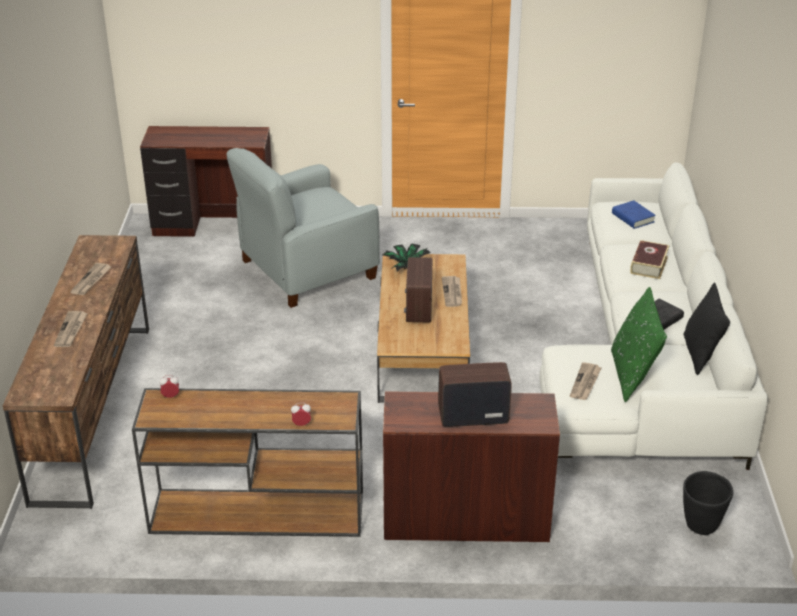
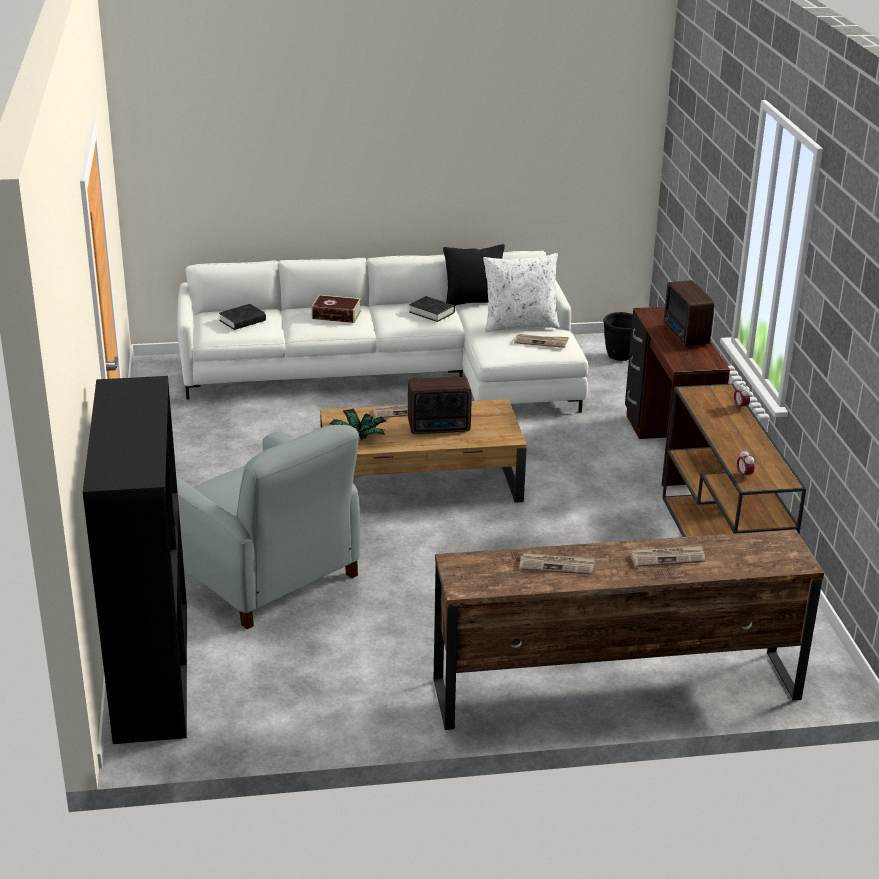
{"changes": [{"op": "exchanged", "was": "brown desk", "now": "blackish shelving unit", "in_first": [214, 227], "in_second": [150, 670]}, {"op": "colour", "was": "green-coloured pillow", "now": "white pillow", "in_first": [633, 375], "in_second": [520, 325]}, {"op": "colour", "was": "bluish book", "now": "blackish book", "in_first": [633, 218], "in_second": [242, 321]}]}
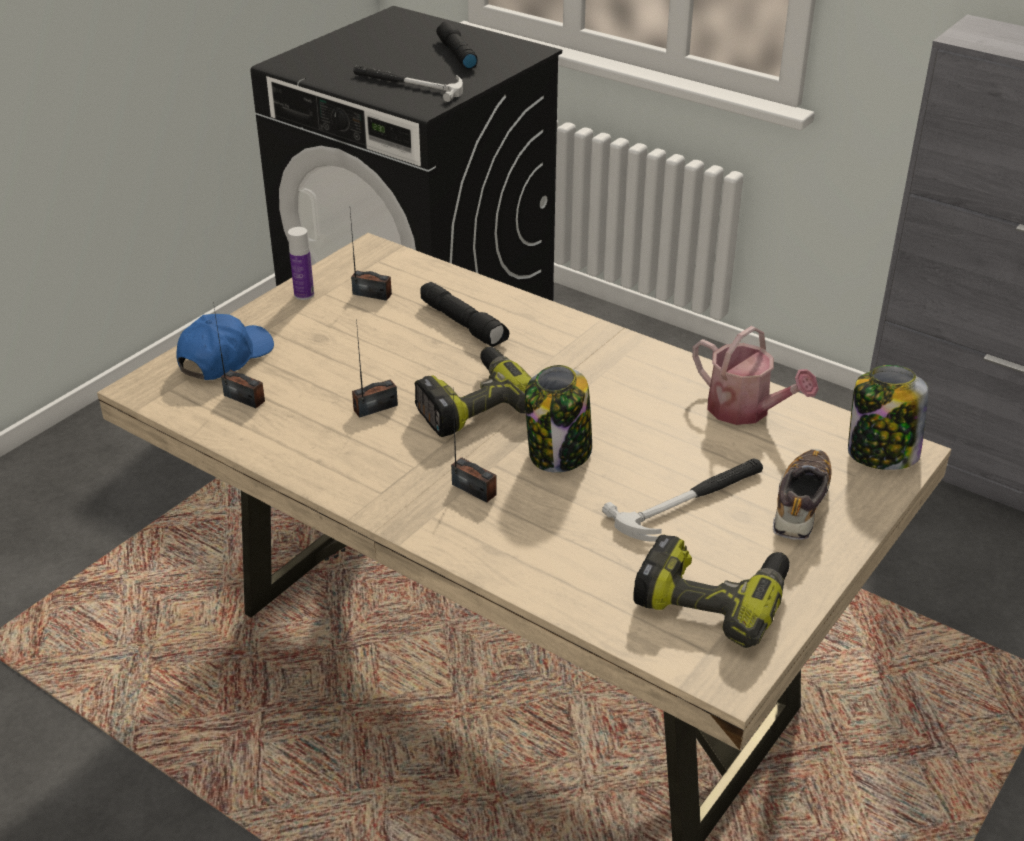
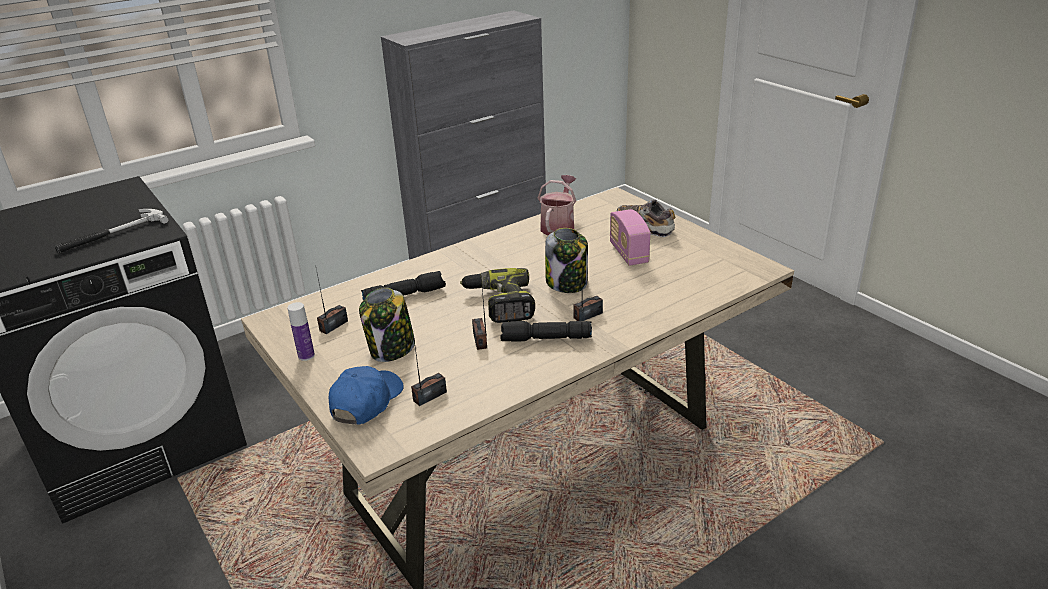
{"changes": [{"op": "spun", "was": "bluish baseball cap", "in_first": [225, 358], "in_second": [366, 402], "clockwise": 60}, {"op": "relocated", "was": "blackish flashlight", "in_first": [456, 54], "in_second": [545, 339]}, {"op": "exchanged", "was": "hand hammer", "now": "radio receiver", "in_first": [690, 501], "in_second": [628, 253]}, {"op": "missing", "was": "electric drill", "in_first": [713, 598]}, {"op": "spun", "was": "sprinkling can", "in_first": [746, 411], "in_second": [559, 225], "clockwise": -45}, {"op": "relocated", "was": "storage jar", "in_first": [880, 454], "in_second": [391, 349]}]}
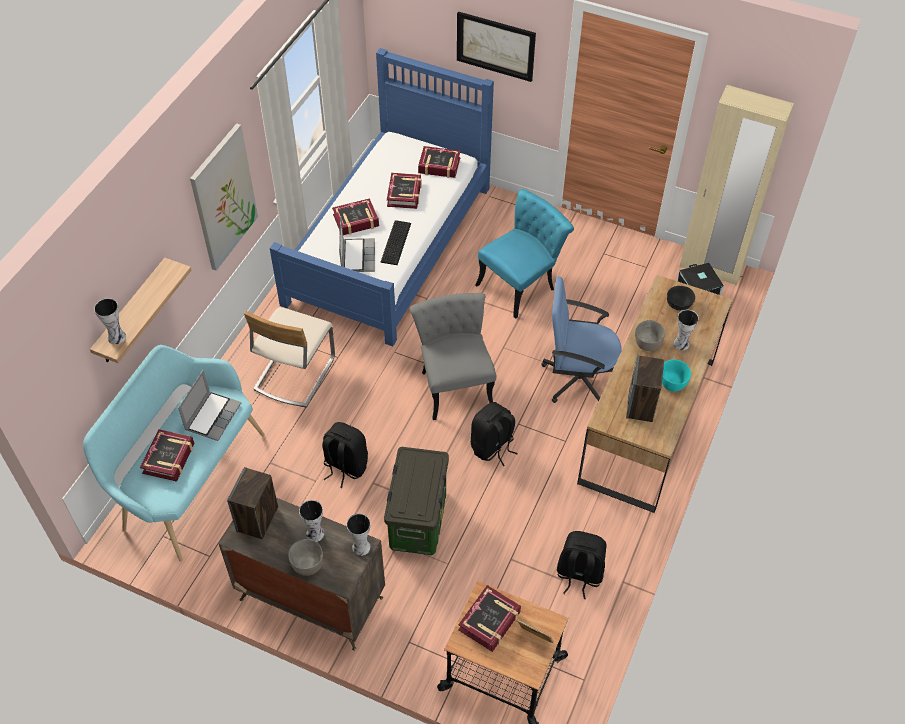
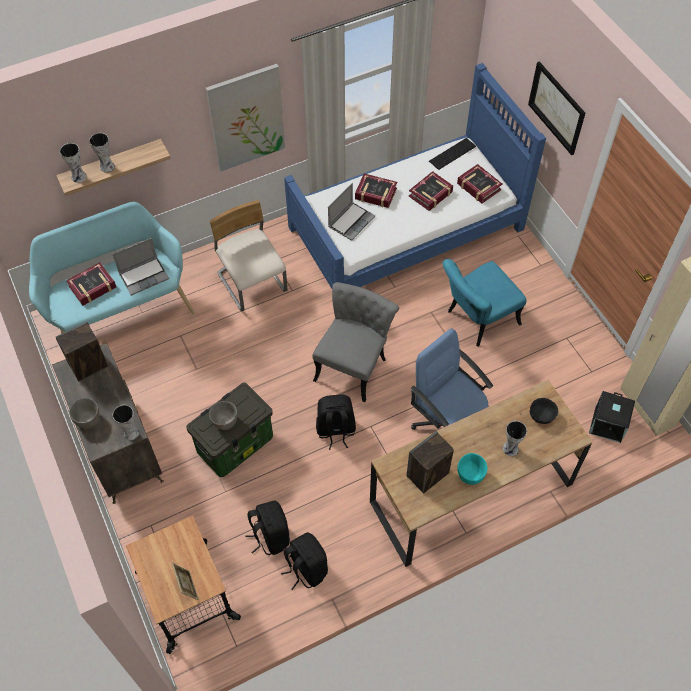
{"changes": [{"op": "spun", "was": "sand-coloured plain chair", "in_first": [294, 373], "in_second": [252, 283], "clockwise": 90}, {"op": "relocated", "was": "decorative vase", "in_first": [316, 534], "in_second": [107, 167]}, {"op": "relocated", "was": "blackish rucksack", "in_first": [345, 466], "in_second": [270, 536]}, {"op": "relocated", "was": "computer keyboard", "in_first": [397, 242], "in_second": [453, 154]}, {"op": "missing", "was": "book", "in_first": [490, 621]}, {"op": "spun", "was": "blue-green plain chair", "in_first": [521, 283], "in_second": [477, 320], "clockwise": 150}, {"op": "relocated", "was": "gray serving bowl", "in_first": [647, 344], "in_second": [224, 421]}]}
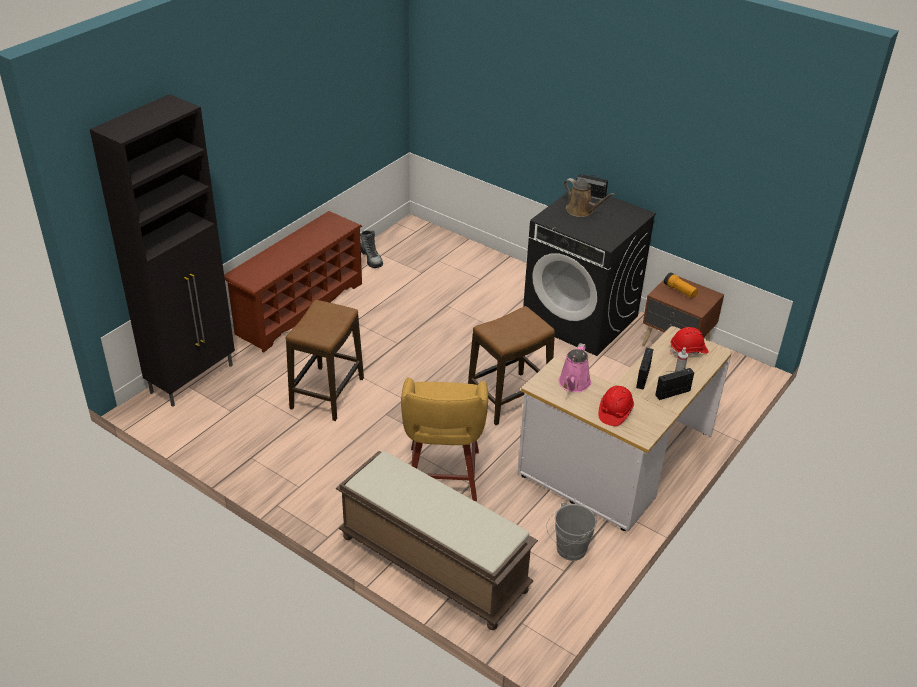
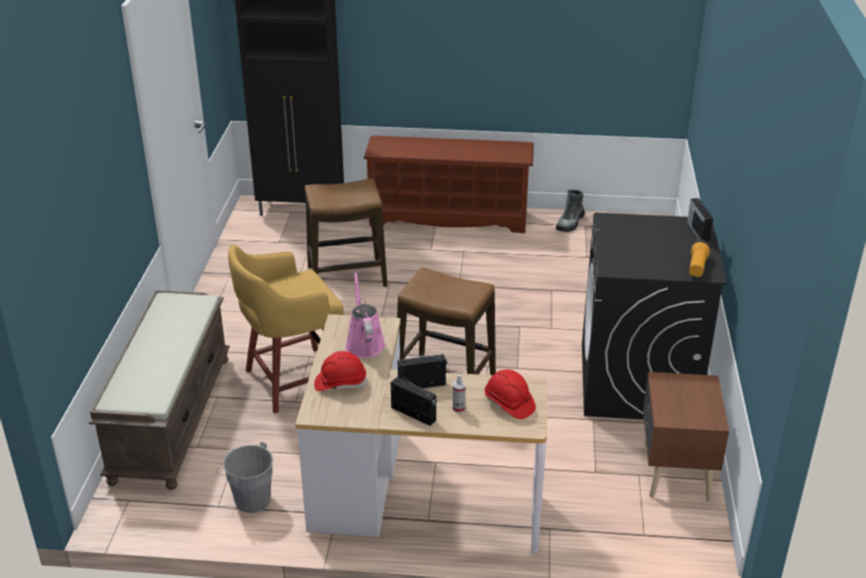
{"changes": [{"op": "spun", "was": "pink-coloured sprinkling can", "in_first": [573, 384], "in_second": [364, 343], "clockwise": 90}, {"op": "missing", "was": "brown sprinkling can", "in_first": [582, 211]}, {"op": "relocated", "was": "flashlight", "in_first": [680, 291], "in_second": [697, 266]}]}
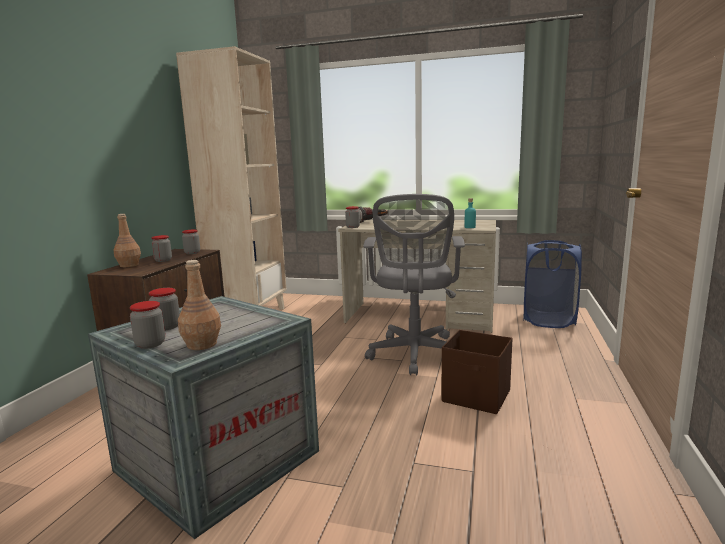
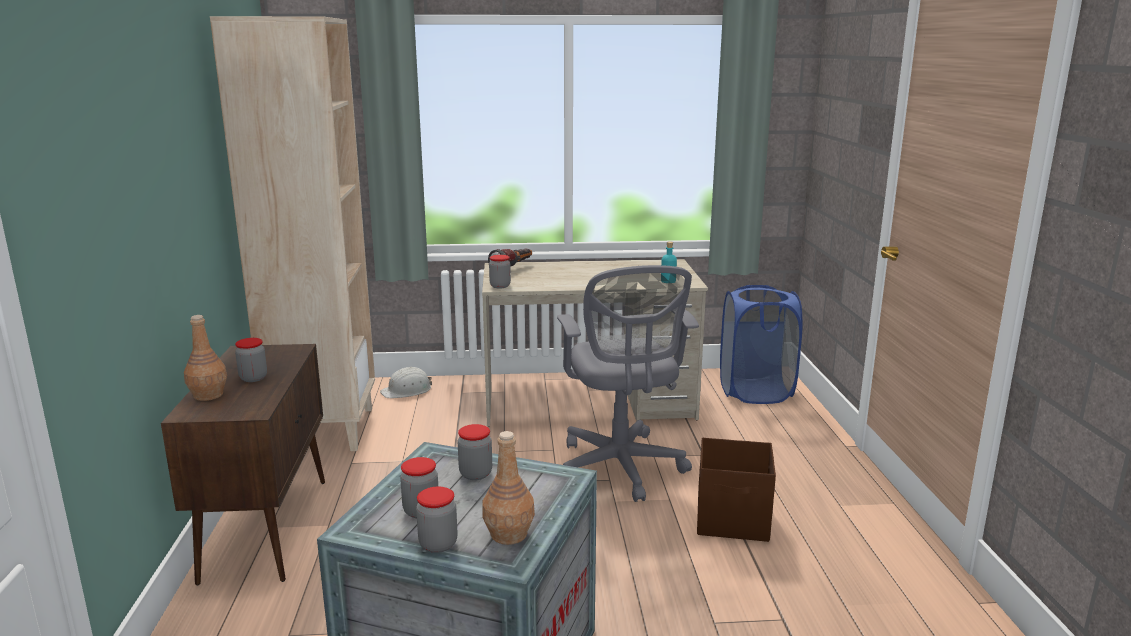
{"changes": [{"op": "relocated", "was": "storage jar", "in_first": [192, 253], "in_second": [475, 474]}, {"op": "appeared", "now": "white work helmet", "in_second": [407, 390]}]}
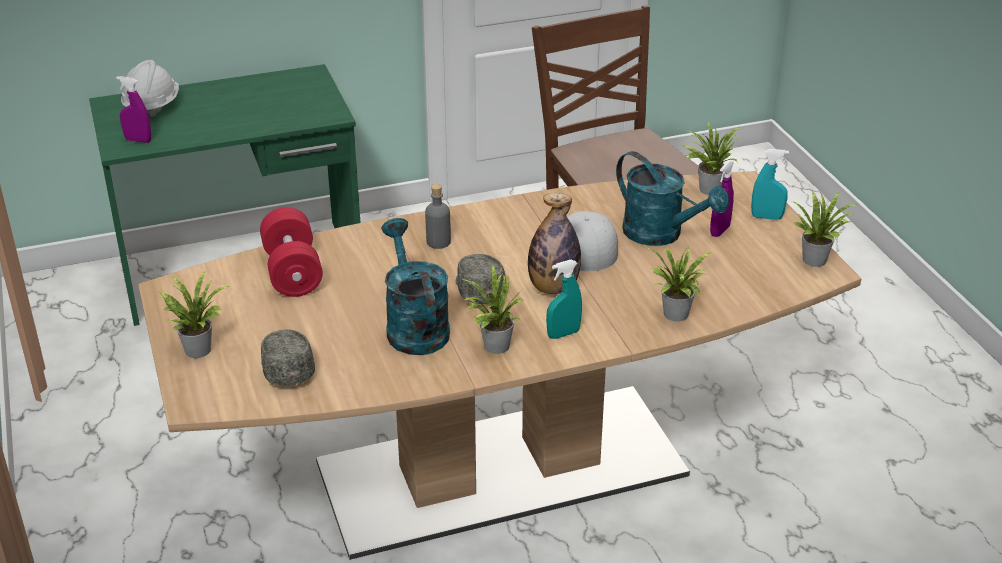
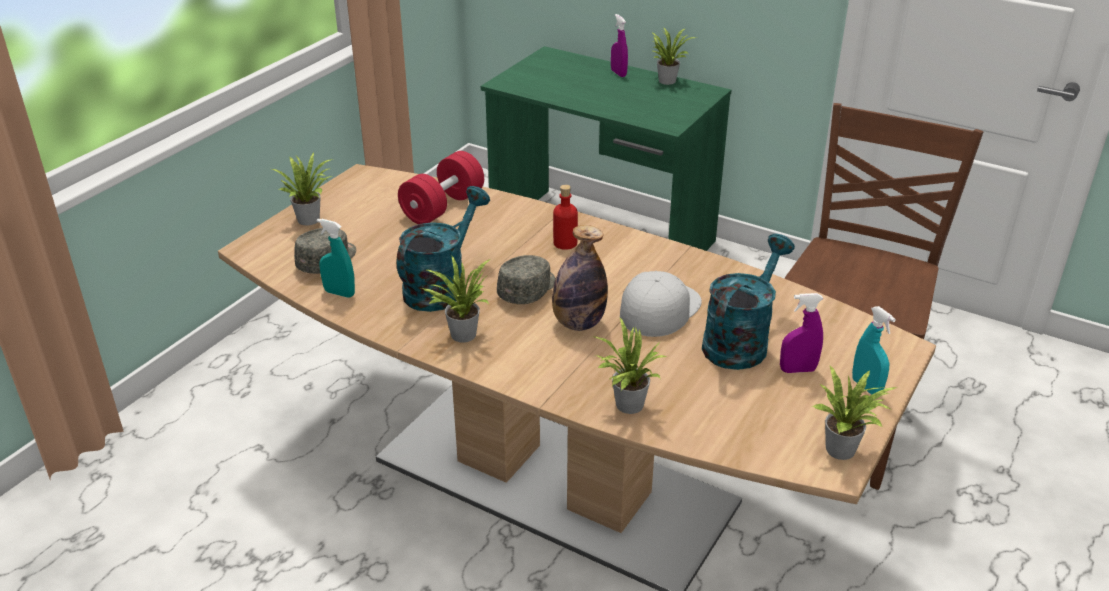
{"changes": [{"op": "relocated", "was": "purple spray bottle", "in_first": [138, 140], "in_second": [618, 73]}, {"op": "missing", "was": "white work helmet", "in_first": [152, 107]}, {"op": "colour", "was": "gray beverage bottle", "now": "reddish beverage bottle", "in_first": [438, 242], "in_second": [565, 243]}, {"op": "relocated", "was": "blue-green spray bottle", "in_first": [563, 334], "in_second": [339, 293]}, {"op": "spun", "was": "blue-green sprinkling can", "in_first": [661, 235], "in_second": [740, 341], "clockwise": -150}, {"op": "relocated", "was": "plant in a pot", "in_first": [707, 188], "in_second": [667, 80]}]}
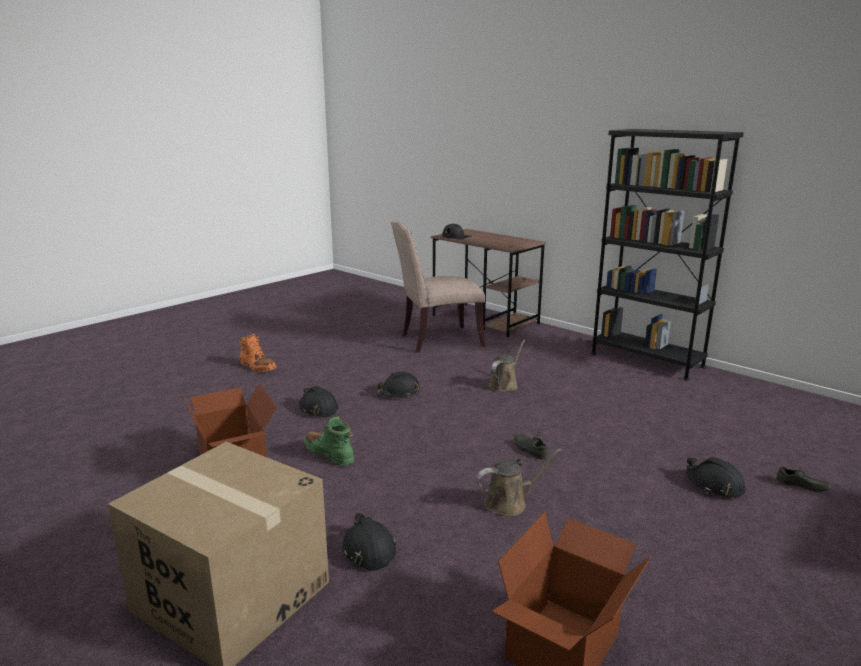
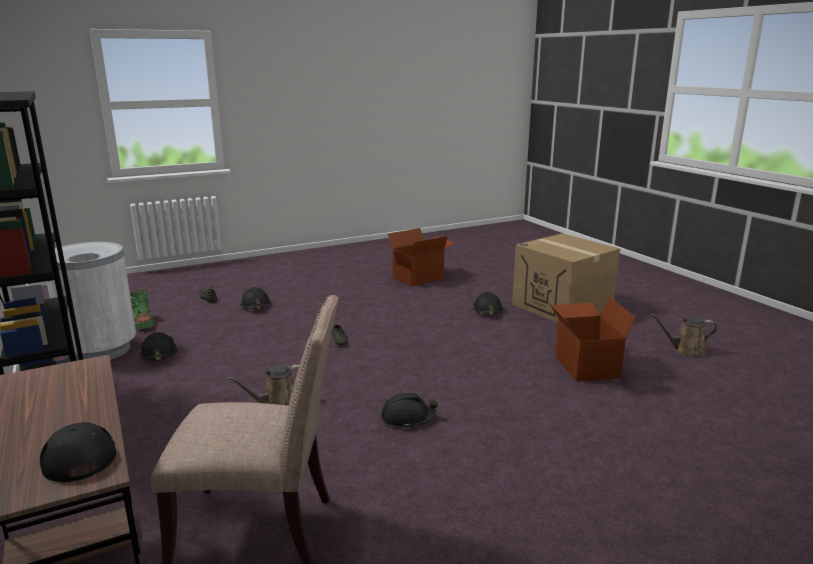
{"changes": [{"op": "missing", "was": "orange-coloured tall boot", "in_first": [257, 367]}, {"op": "relocated", "was": "blackish work helmet", "in_first": [318, 409], "in_second": [159, 354]}, {"op": "relocated", "was": "green-coloured tall boot", "in_first": [329, 454], "in_second": [143, 323]}, {"op": "relocated", "was": "brown sprinkling can", "in_first": [509, 503], "in_second": [686, 350]}, {"op": "appeared", "now": "white rubbish bin", "in_second": [100, 350]}]}
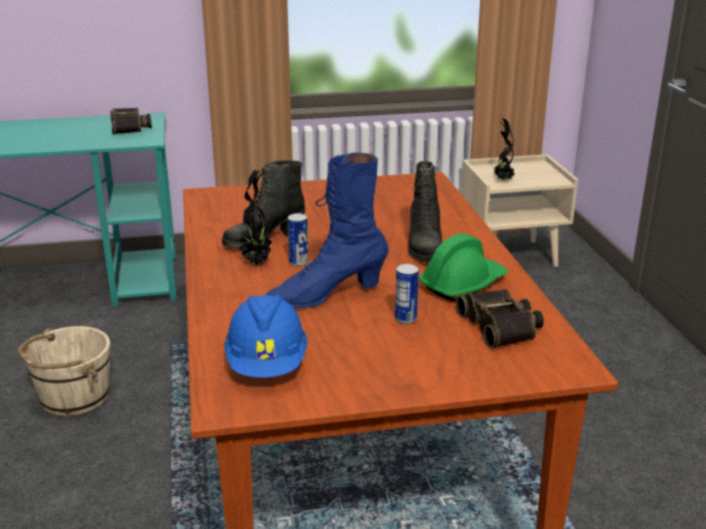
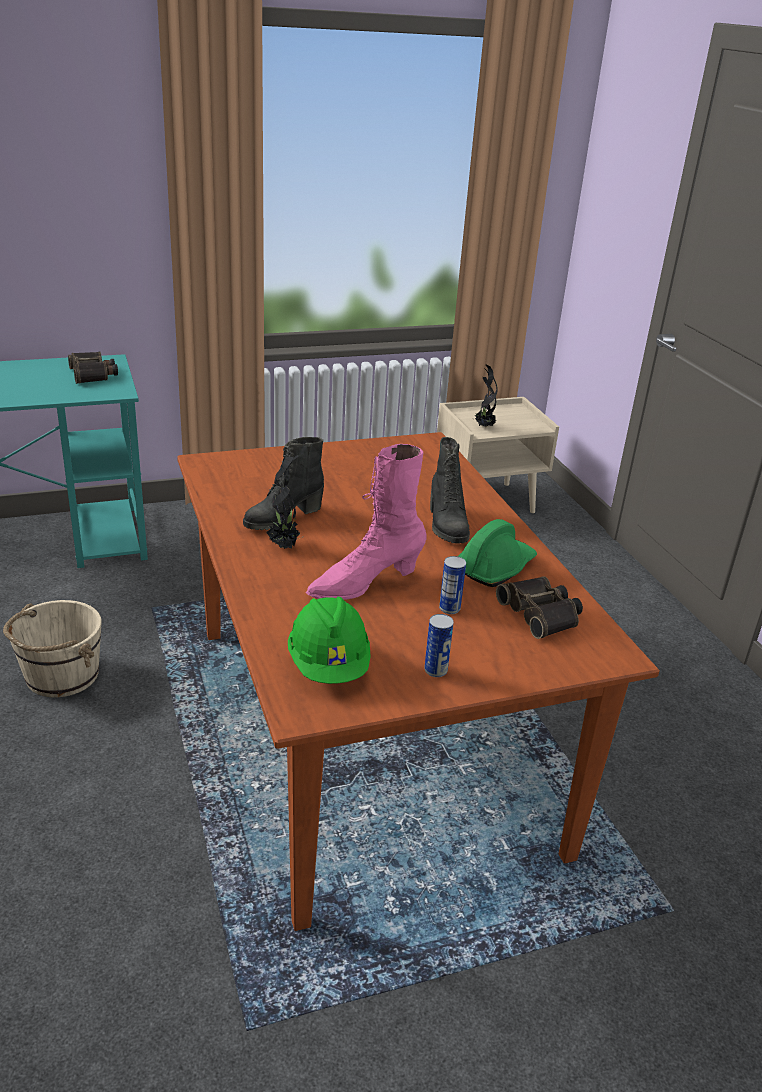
{"changes": [{"op": "colour", "was": "bluish work helmet", "now": "green-coloured work helmet", "in_first": [267, 364], "in_second": [329, 665]}, {"op": "colour", "was": "bluish tall boot", "now": "pink-coloured tall boot", "in_first": [326, 295], "in_second": [364, 584]}, {"op": "relocated", "was": "metal can", "in_first": [298, 263], "in_second": [435, 670]}]}
